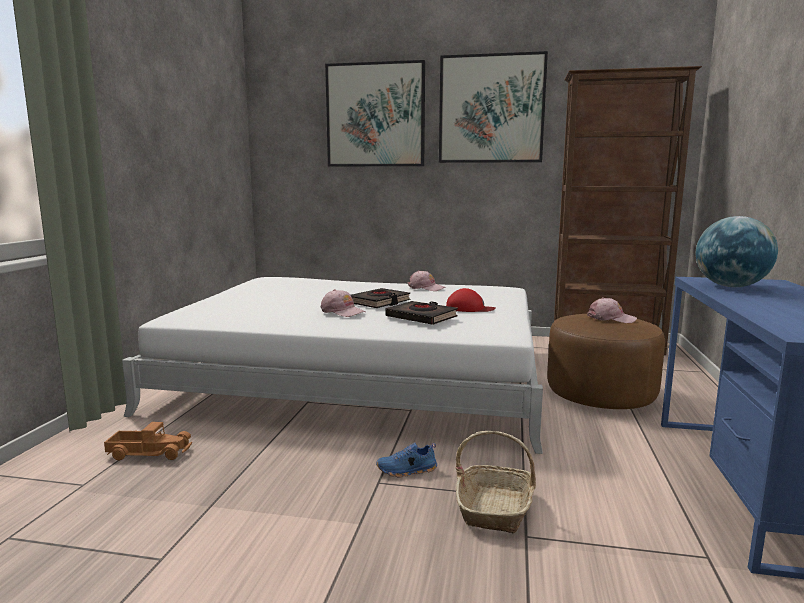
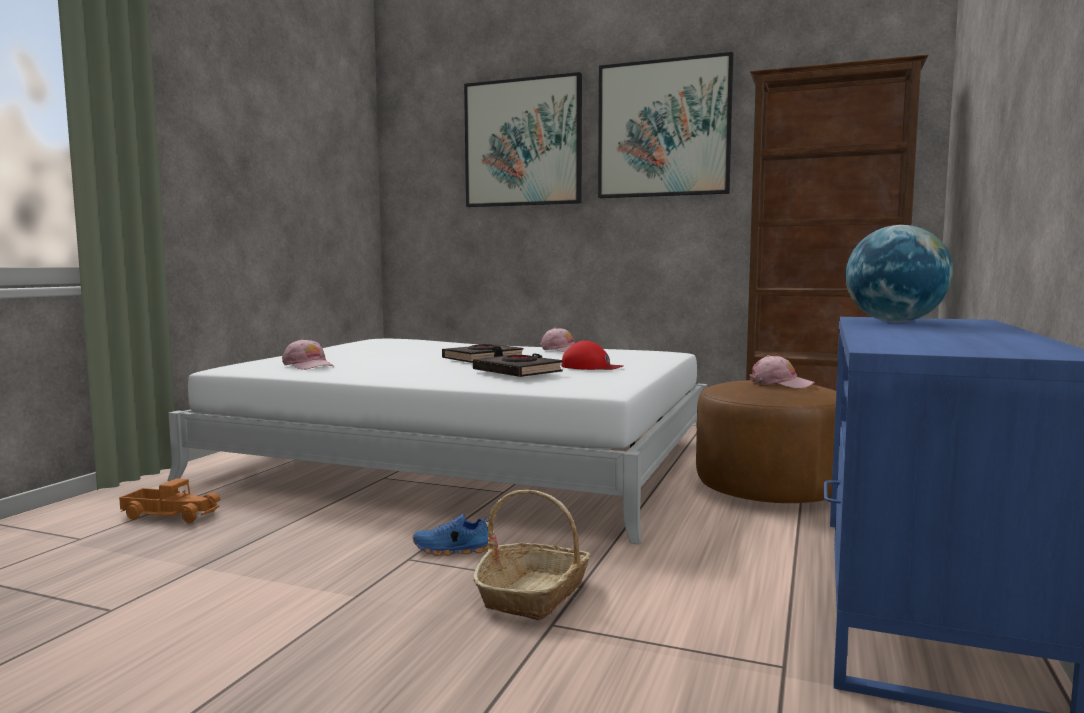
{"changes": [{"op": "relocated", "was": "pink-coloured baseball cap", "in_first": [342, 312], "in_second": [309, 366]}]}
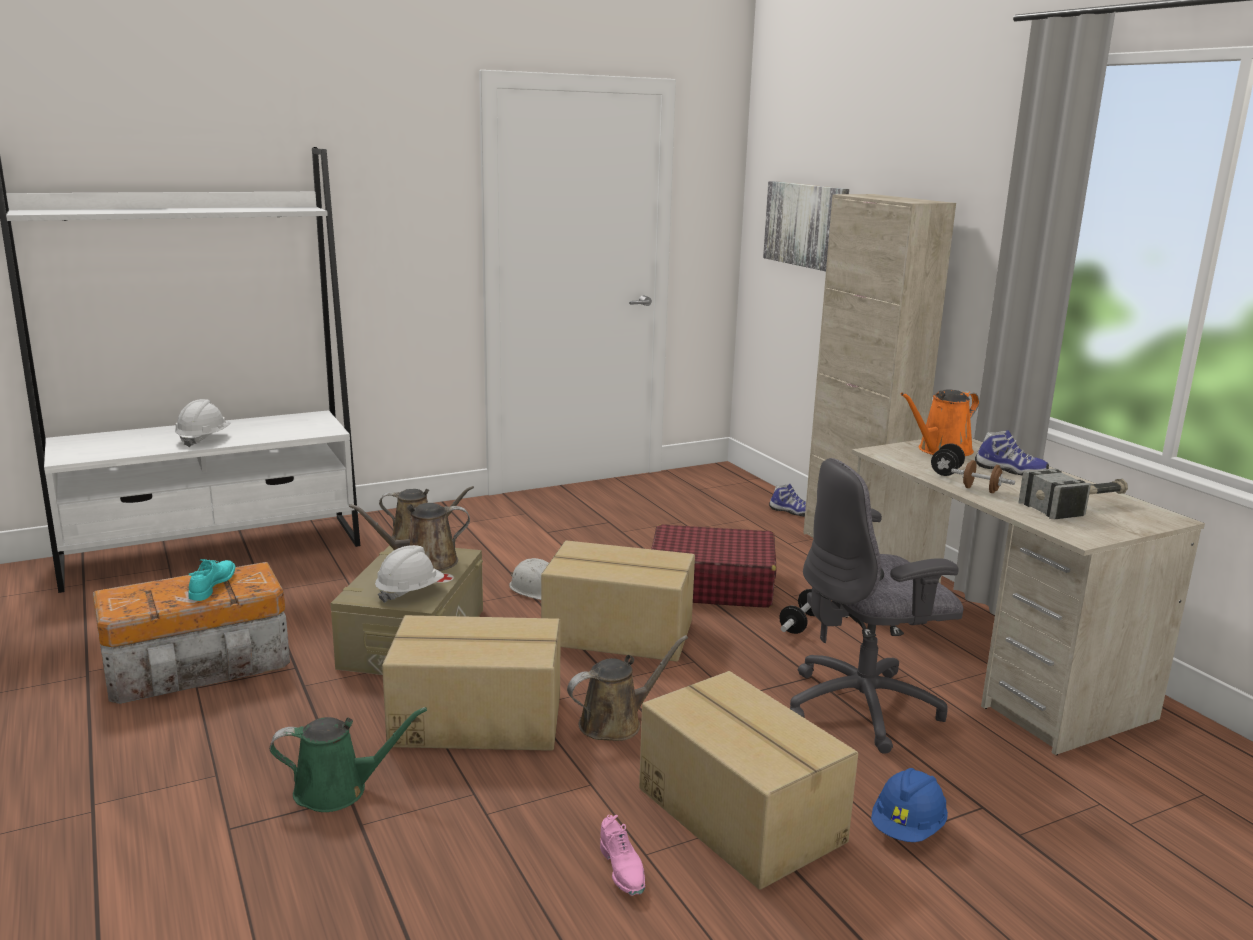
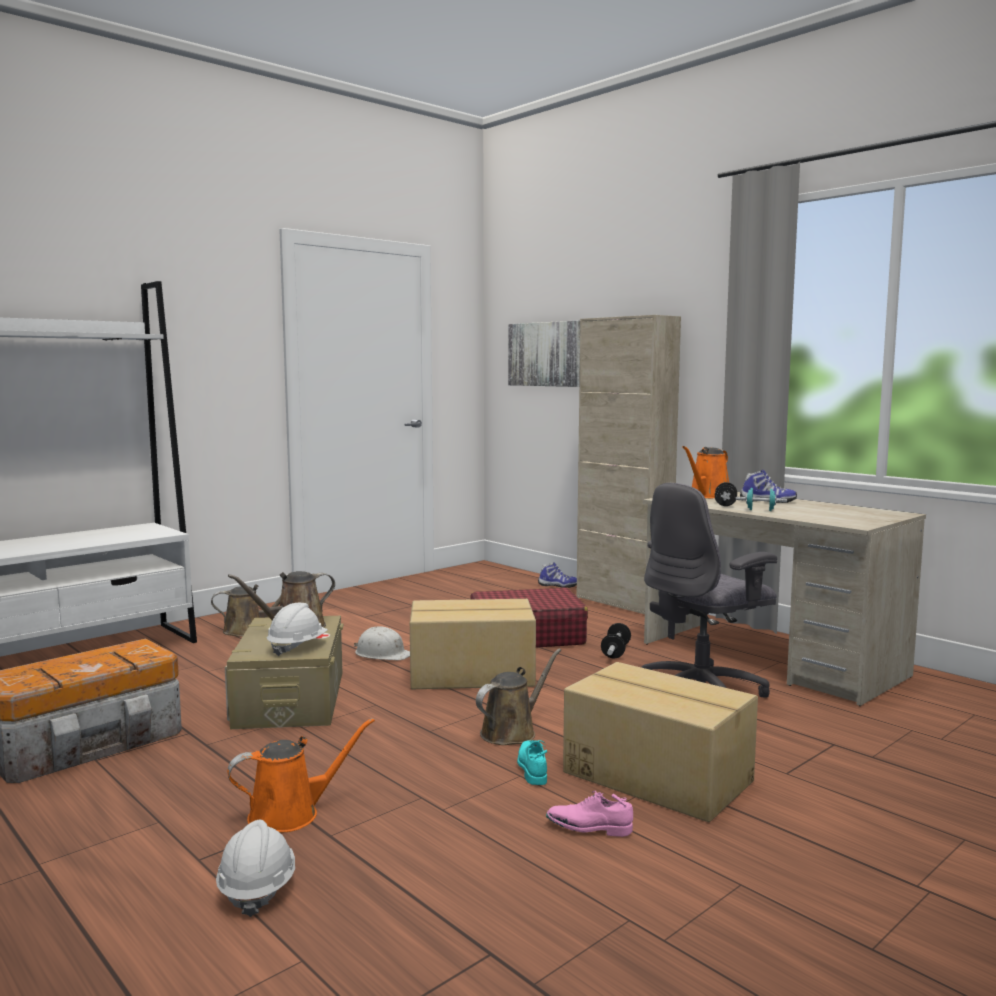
{"changes": [{"op": "relocated", "was": "white work helmet", "in_first": [203, 439], "in_second": [257, 889]}, {"op": "relocated", "was": "blue-green shoe", "in_first": [212, 586], "in_second": [532, 769]}, {"op": "colour", "was": "green-coloured sprinkling can", "now": "orange-coloured sprinkling can", "in_first": [338, 790], "in_second": [291, 814]}, {"op": "missing", "was": "carton", "in_first": [476, 719]}, {"op": "spun", "was": "pink-coloured shoe", "in_first": [622, 870], "in_second": [589, 828], "clockwise": 135}, {"op": "missing", "was": "bluish work helmet", "in_first": [907, 828]}, {"op": "colour", "was": "brown dumbbell", "now": "blue-green dumbbell", "in_first": [980, 490], "in_second": [760, 510]}, {"op": "missing", "was": "hand hammer", "in_first": [1077, 507]}]}
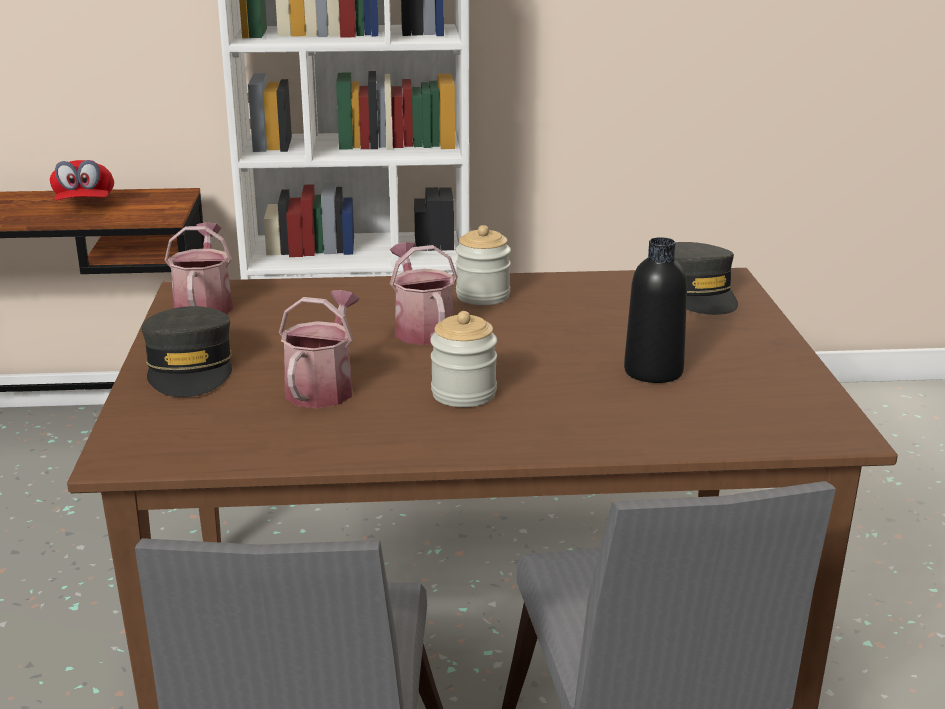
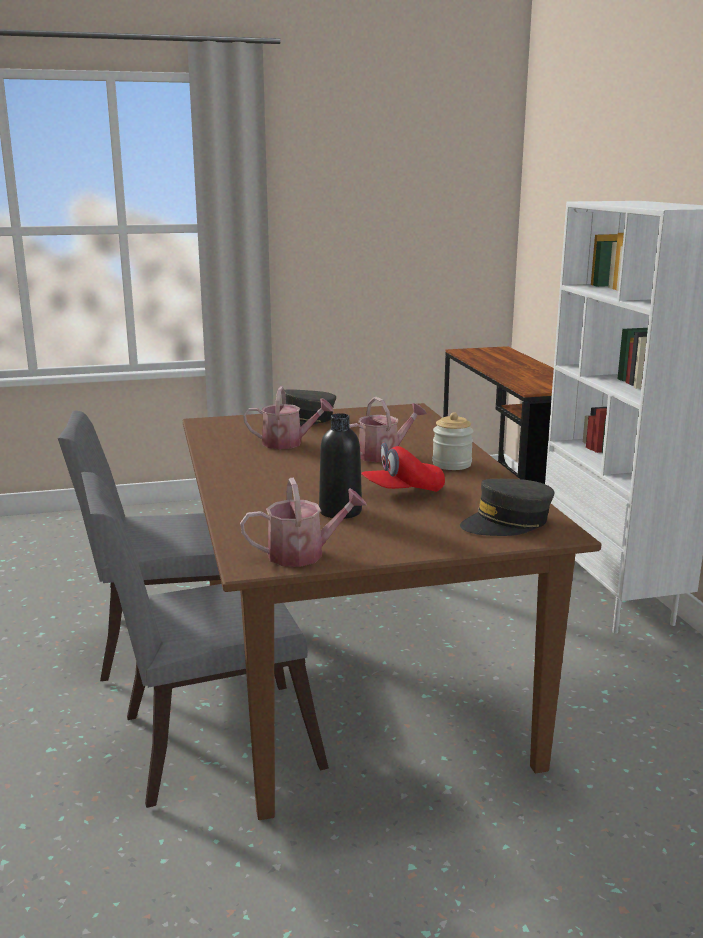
{"changes": [{"op": "relocated", "was": "reddish baseball cap", "in_first": [85, 206], "in_second": [403, 491]}, {"op": "relocated", "was": "sprinkling can", "in_first": [204, 305], "in_second": [304, 554]}, {"op": "missing", "was": "storage jar", "in_first": [464, 394]}]}
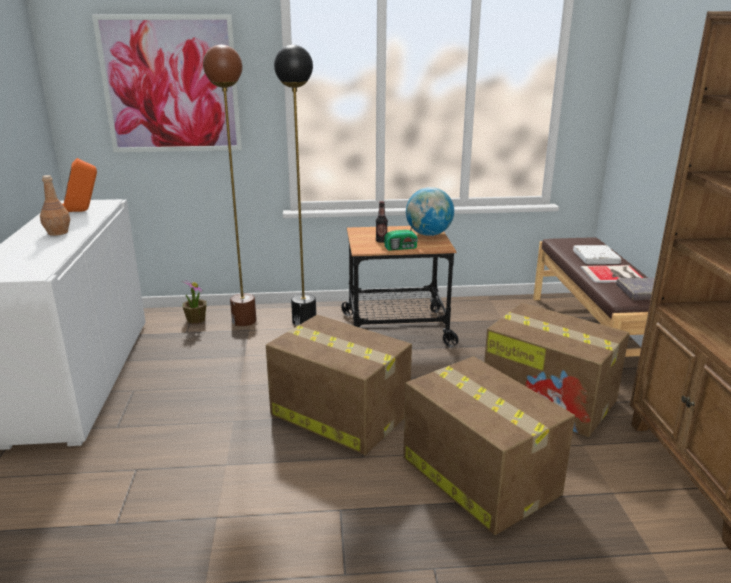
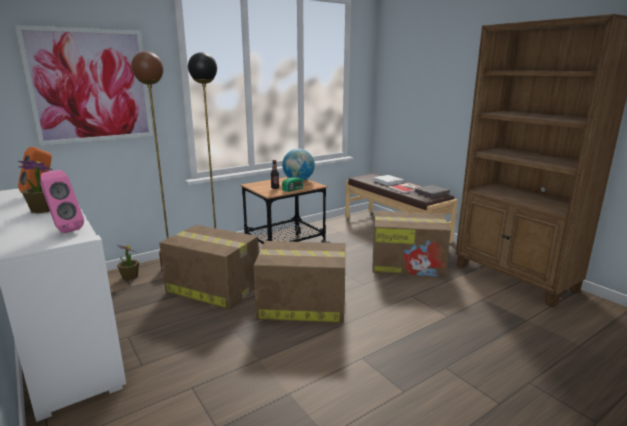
{"changes": [{"op": "exchanged", "was": "brown beverage bottle", "now": "plant in a pot", "in_first": [57, 232], "in_second": [43, 210]}, {"op": "relocated", "was": "carton", "in_first": [478, 474], "in_second": [212, 288]}, {"op": "appeared", "now": "pink-coloured loudspeaker", "in_second": [64, 230]}]}
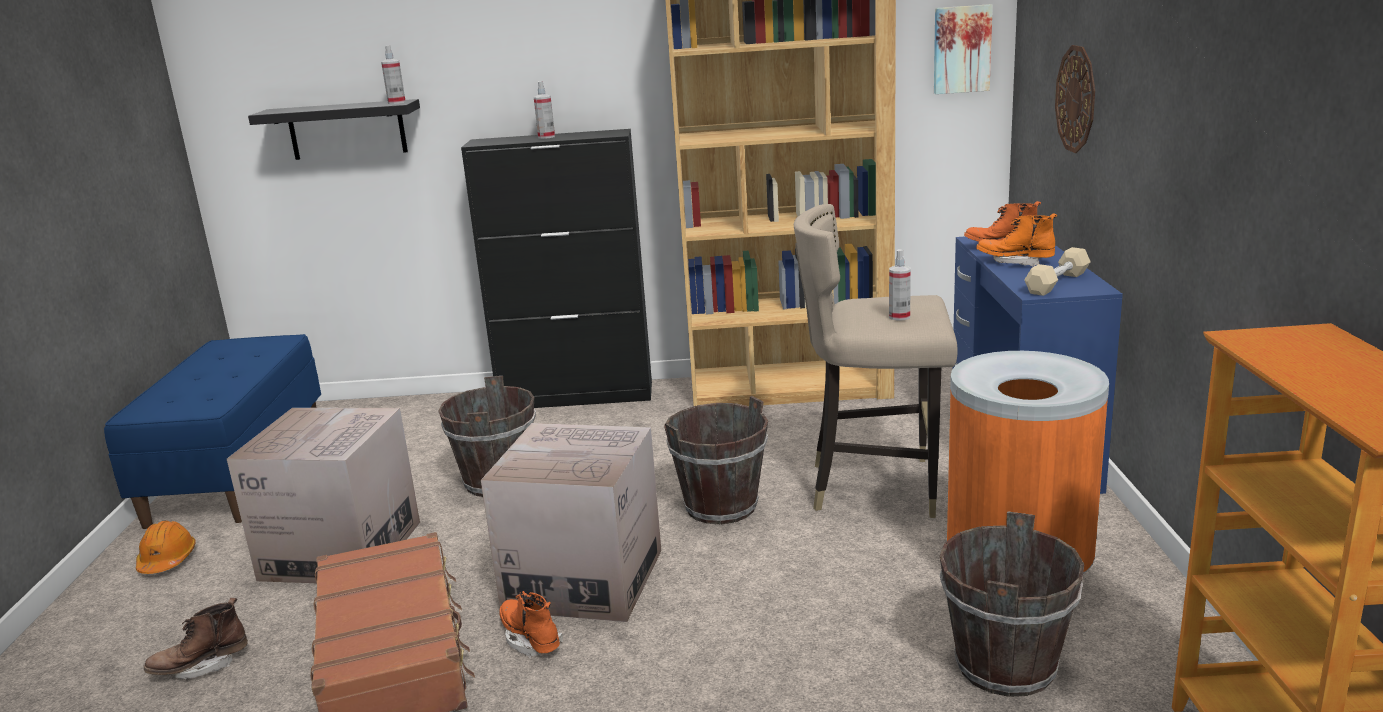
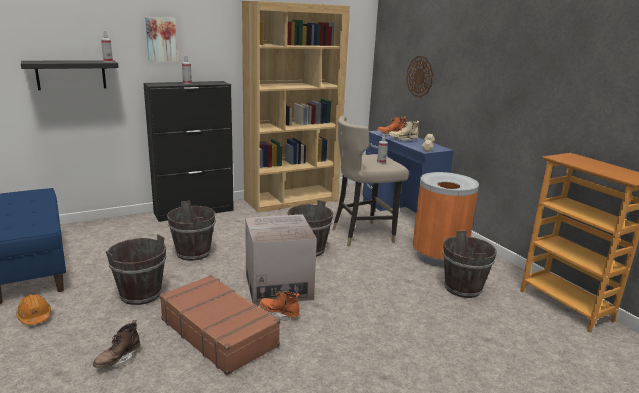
{"changes": [{"op": "exchanged", "was": "carton", "now": "brown bucket", "in_first": [342, 550], "in_second": [141, 294]}, {"op": "relocated", "was": "wall art", "in_first": [961, 49], "in_second": [161, 39]}, {"op": "colour", "was": "orange-coloured tall boot", "now": "sand-coloured tall boot", "in_first": [1015, 262], "in_second": [403, 140]}]}
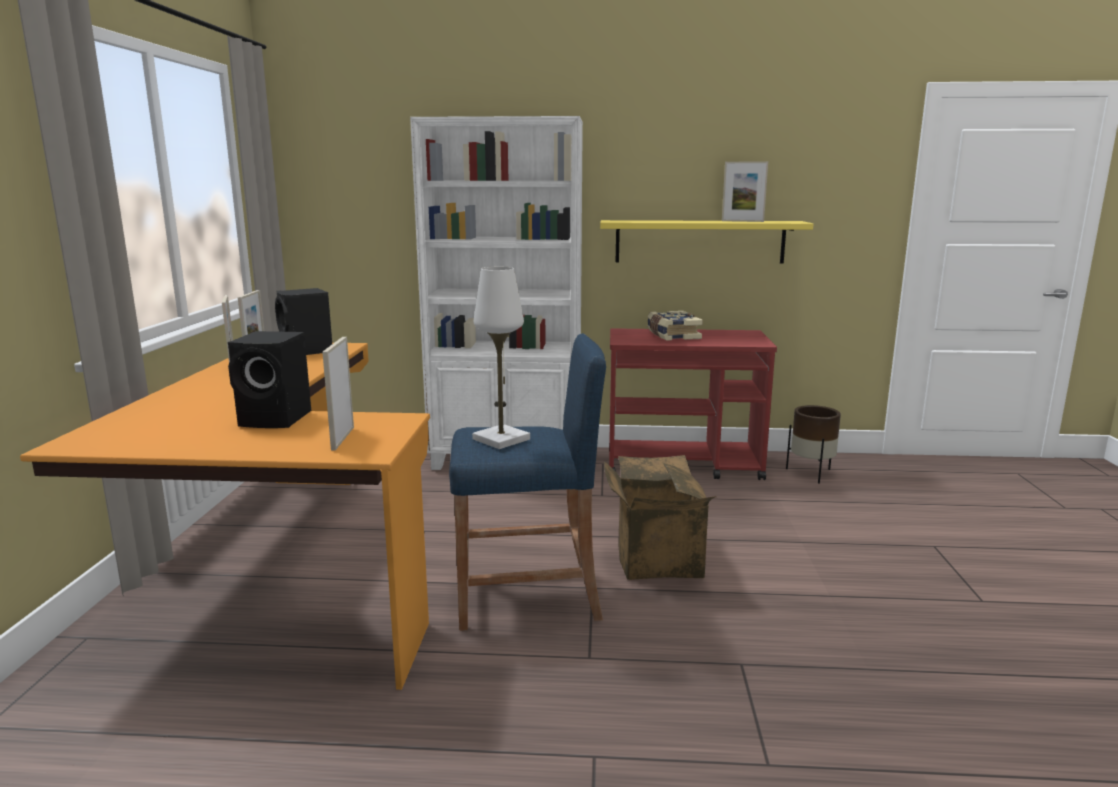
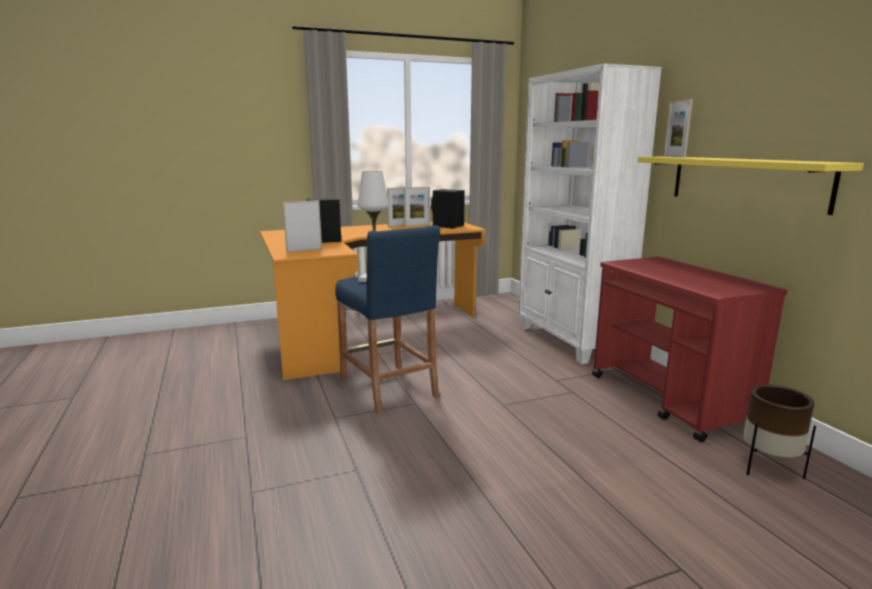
{"changes": [{"op": "missing", "was": "carton", "in_first": [654, 560]}, {"op": "missing", "was": "book", "in_first": [672, 335]}, {"op": "relocated", "was": "photo frame", "in_first": [742, 221], "in_second": [674, 156]}]}
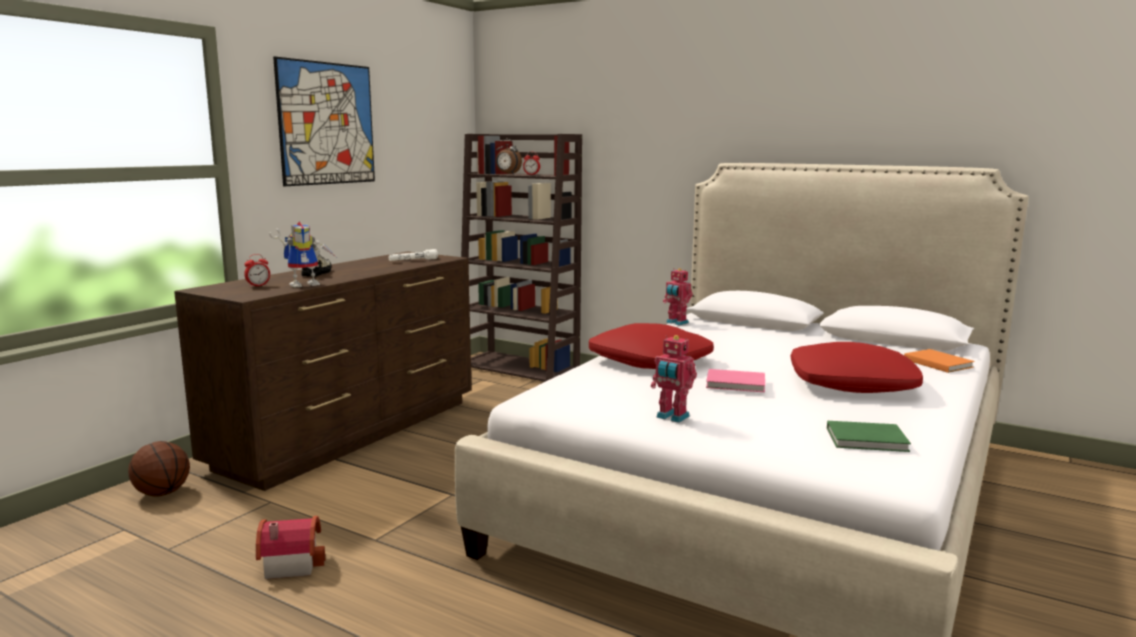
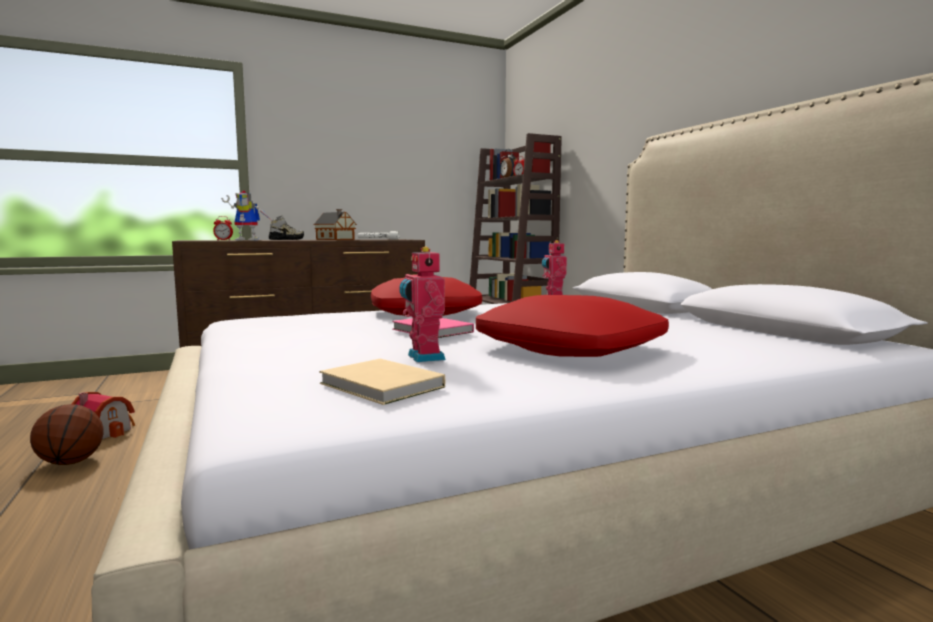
{"changes": [{"op": "relocated", "was": "basketball", "in_first": [163, 493], "in_second": [70, 462]}, {"op": "missing", "was": "wall art", "in_first": [327, 123]}, {"op": "relocated", "was": "toy robot", "in_first": [671, 417], "in_second": [423, 357]}, {"op": "colour", "was": "green-coloured book", "now": "sand-coloured book", "in_first": [869, 440], "in_second": [382, 386]}, {"op": "missing", "was": "orange-coloured book", "in_first": [937, 363]}, {"op": "appeared", "now": "model house", "in_second": [335, 239]}]}
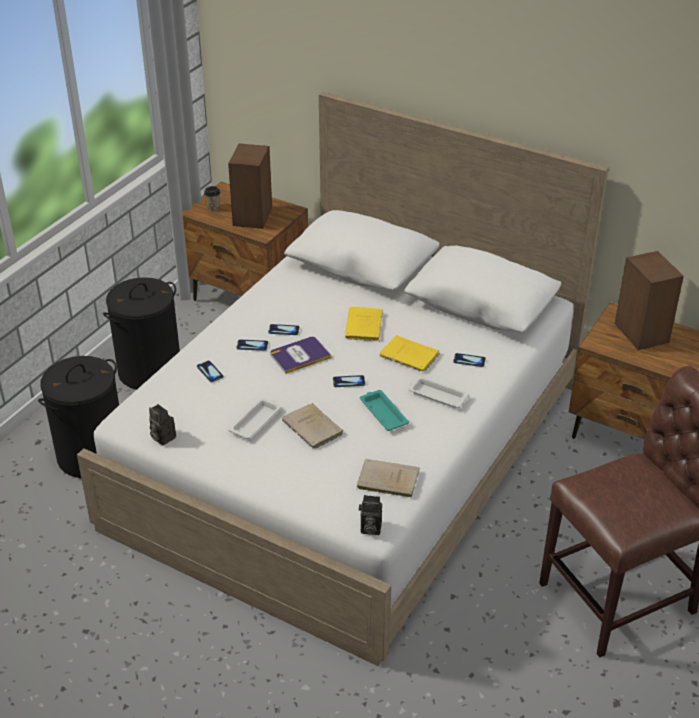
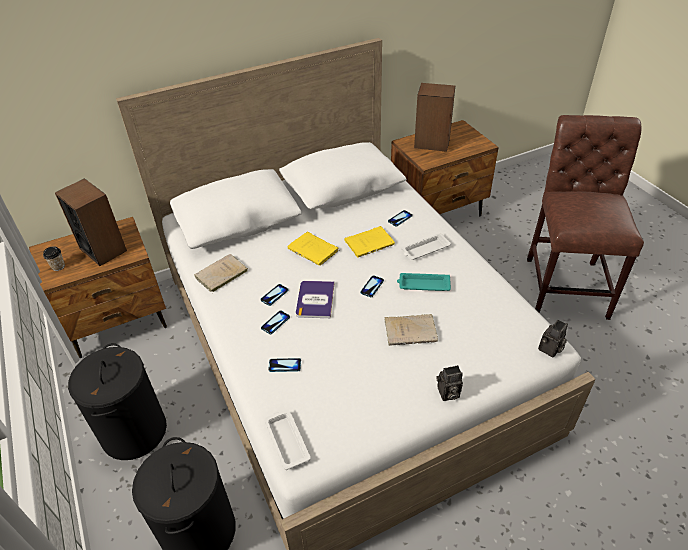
{"changes": [{"op": "relocated", "was": "still camera", "in_first": [162, 437], "in_second": [447, 394]}, {"op": "relocated", "was": "white tray", "in_first": [256, 421], "in_second": [286, 440]}, {"op": "relocated", "was": "sand-coloured book", "in_first": [386, 480], "in_second": [220, 275]}]}
